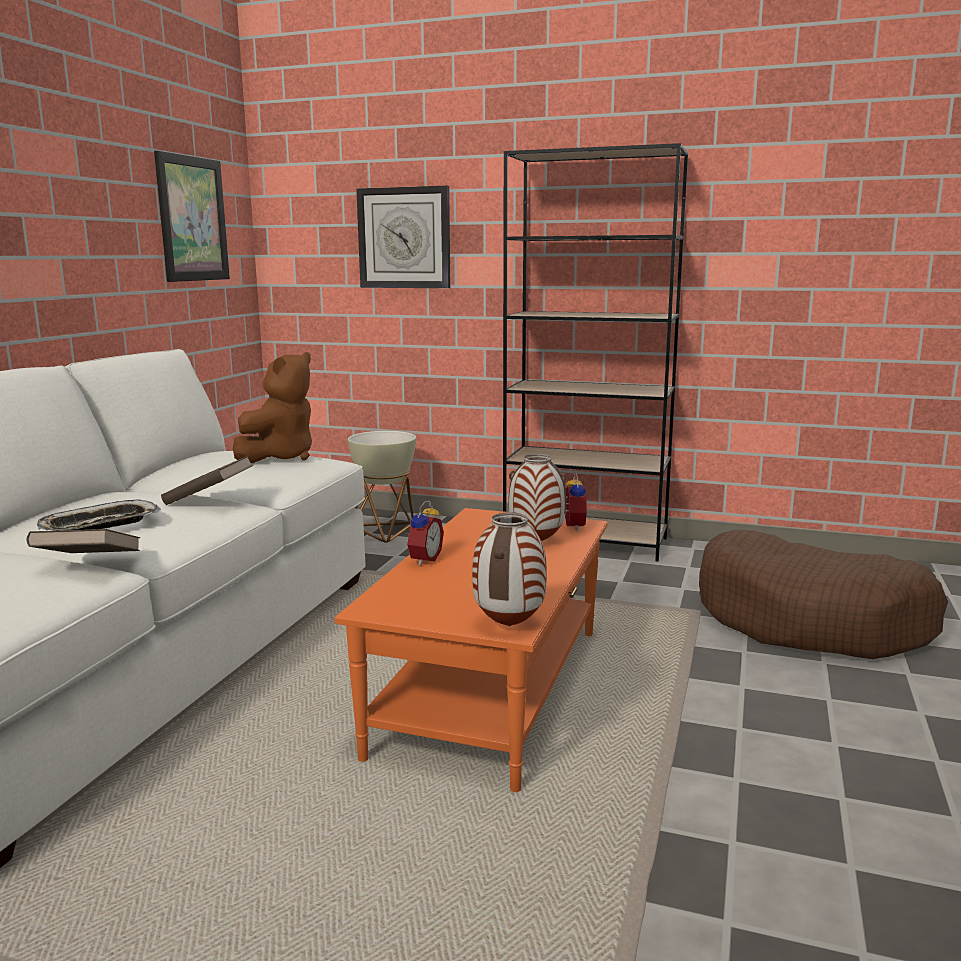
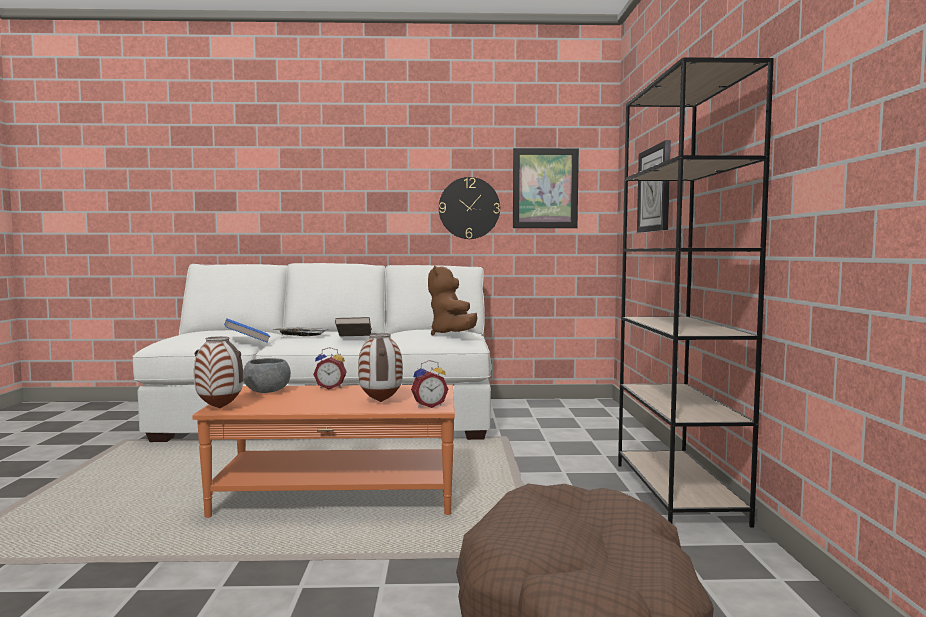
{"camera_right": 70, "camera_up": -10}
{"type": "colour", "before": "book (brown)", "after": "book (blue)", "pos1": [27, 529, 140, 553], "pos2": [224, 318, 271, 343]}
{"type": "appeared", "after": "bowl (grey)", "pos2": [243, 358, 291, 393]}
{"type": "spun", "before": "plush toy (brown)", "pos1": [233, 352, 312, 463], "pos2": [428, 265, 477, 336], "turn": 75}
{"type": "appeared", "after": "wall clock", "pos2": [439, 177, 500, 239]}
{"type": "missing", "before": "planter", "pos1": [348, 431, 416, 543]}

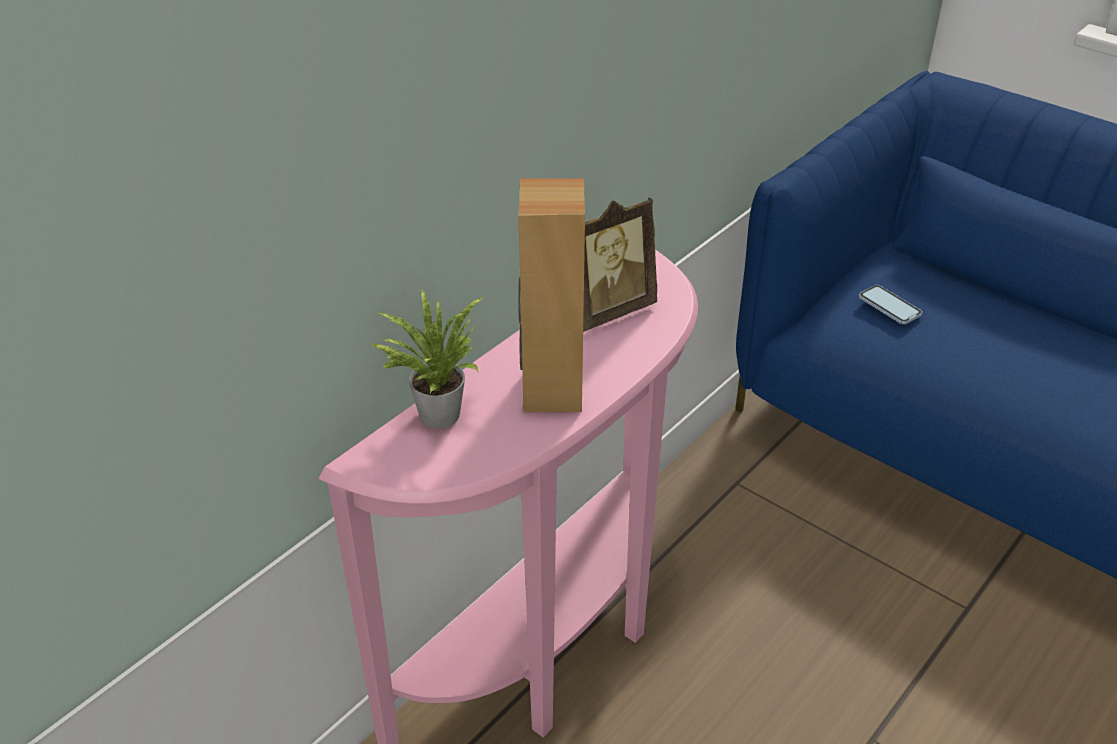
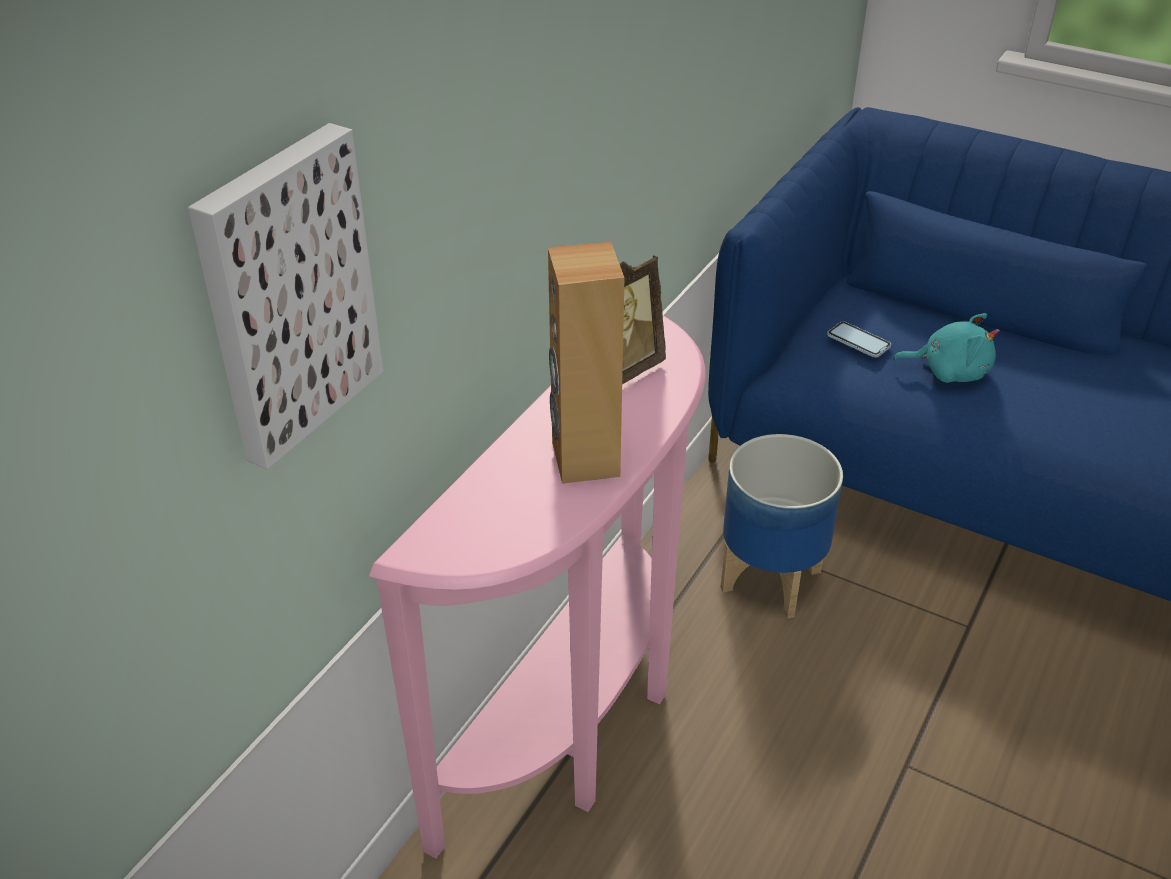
{"camera_right": -10, "camera_up": 0}
{"type": "appeared", "after": "picture", "pos2": [188, 123, 384, 470]}
{"type": "appeared", "after": "planter", "pos2": [721, 434, 843, 618]}
{"type": "appeared", "after": "plush toy (turquoise)", "pos2": [893, 313, 1000, 383]}
{"type": "missing", "before": "potted plant", "pos1": [369, 288, 485, 429]}

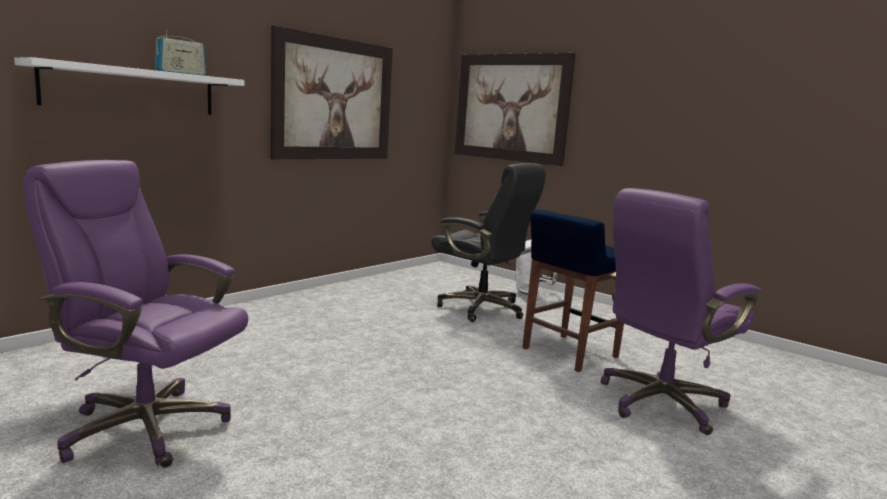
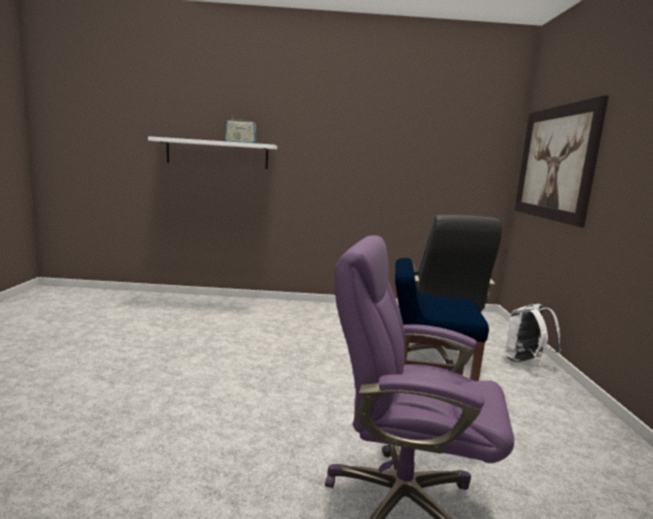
{"camera_right": 50, "camera_up": 0}
{"type": "missing", "before": "office chair (purple)", "pos1": [23, 160, 248, 468]}
{"type": "missing", "before": "picture", "pos1": [270, 26, 393, 159]}

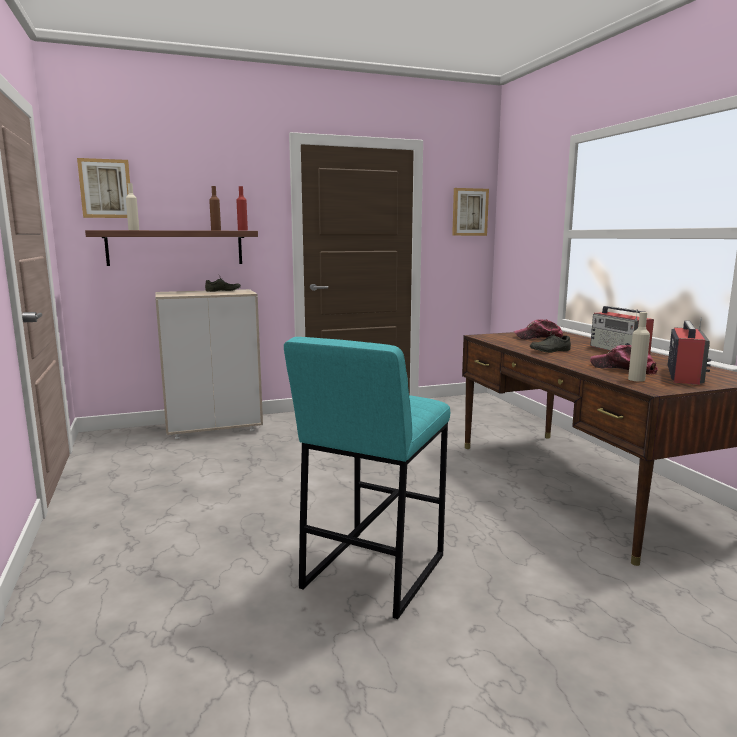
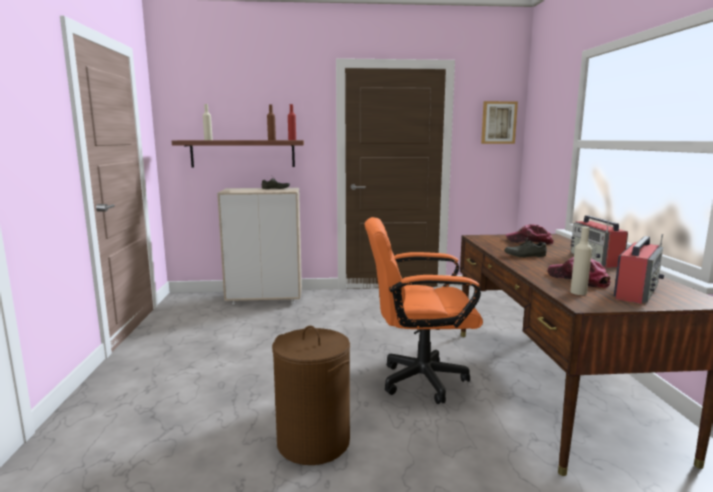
{"camera_right": 15, "camera_up": 0}
{"type": "exchanged", "before": "stool (turquoise)", "after": "laundry basket (brown)", "pos1": [284, 337, 450, 619], "pos2": [272, 326, 350, 465]}
{"type": "appeared", "after": "office chair (orange)", "pos2": [365, 217, 483, 404]}
{"type": "missing", "before": "picture", "pos1": [77, 158, 130, 218]}

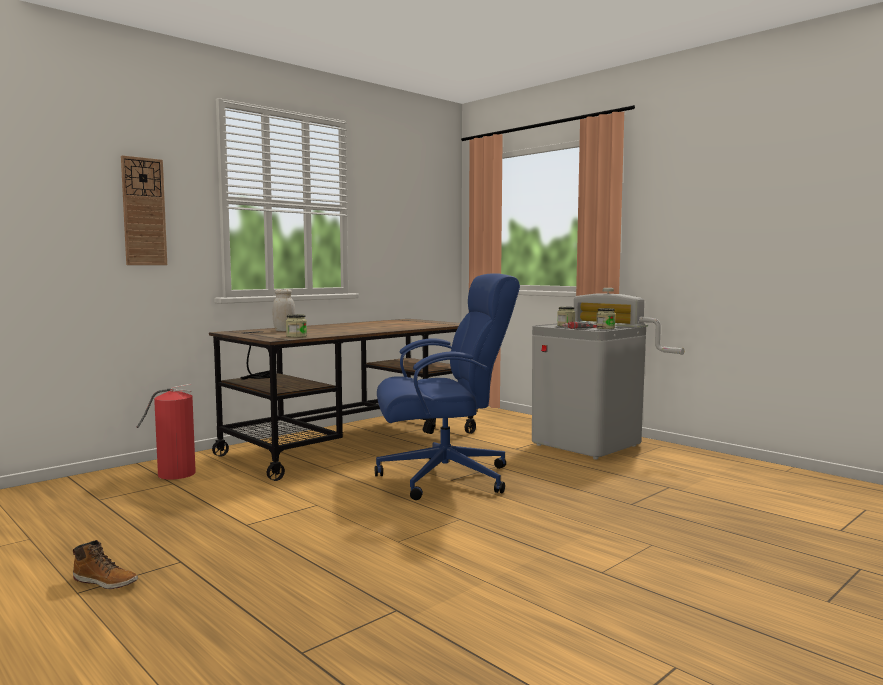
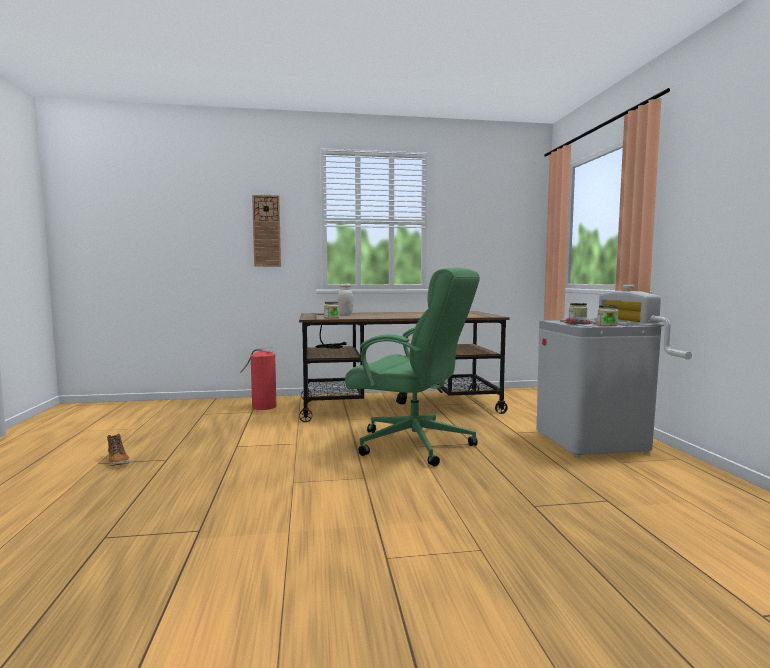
{"camera_right": 35, "camera_up": 0}
{"type": "colour", "before": "office chair (blue)", "after": "office chair (green)", "pos1": [375, 273, 520, 500], "pos2": [345, 268, 480, 466]}

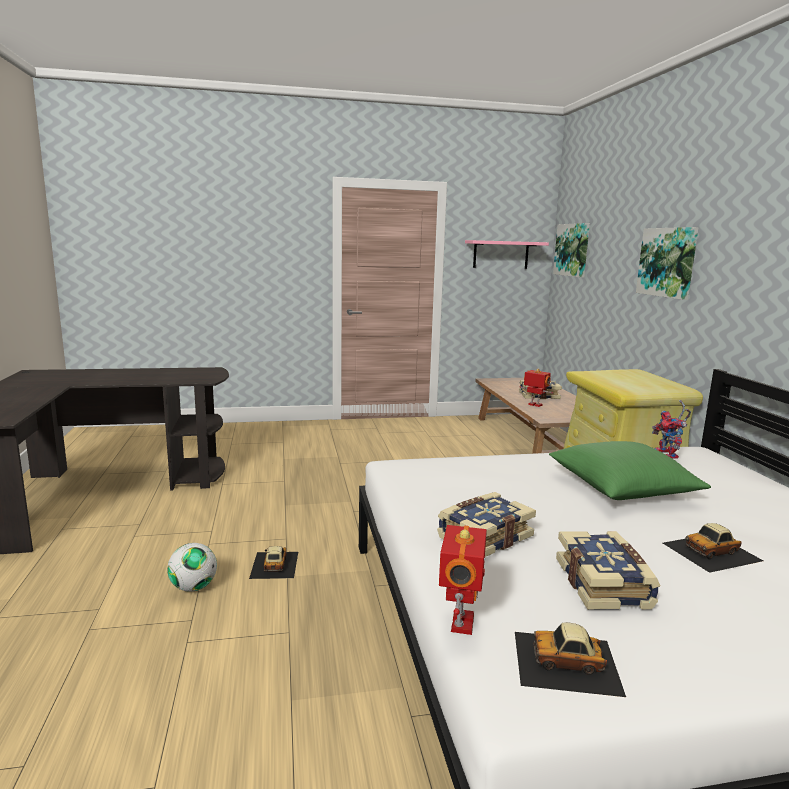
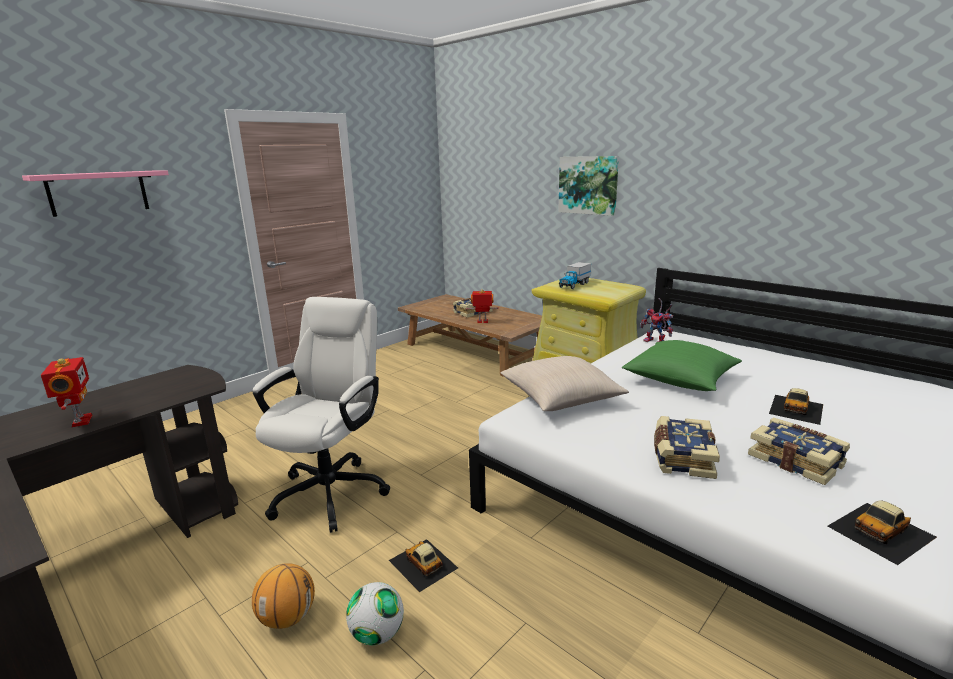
{"camera_right": -35, "camera_up": 5}
{"type": "relocated", "before": "shelf (pink)", "pos1": [465, 240, 549, 269], "pos2": [22, 170, 169, 217]}
{"type": "relocated", "before": "toy robot", "pos1": [439, 525, 487, 635], "pos2": [41, 357, 93, 427]}
{"type": "appeared", "after": "basketball", "pos2": [252, 563, 315, 629]}
{"type": "appeared", "after": "office chair (white)", "pos2": [253, 297, 390, 533]}
{"type": "appeared", "after": "pillow (beige)", "pos2": [500, 356, 629, 411]}
{"type": "appeared", "after": "toy truck", "pos2": [559, 262, 591, 289]}
{"type": "missing", "before": "picture", "pos1": [553, 223, 590, 278]}

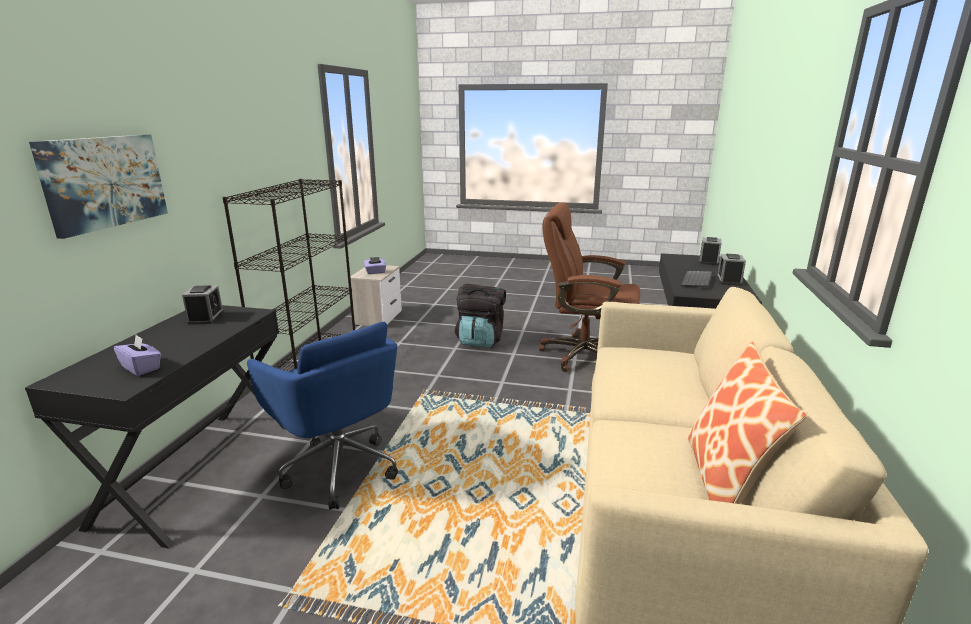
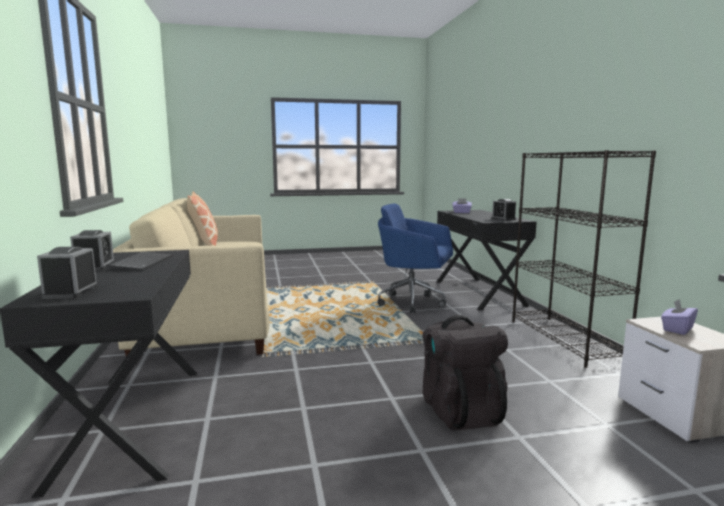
{"camera_right": 155, "camera_up": -10}
{"type": "missing", "before": "picture", "pos1": [29, 134, 168, 239]}
{"type": "missing", "before": "office chair (brown)", "pos1": [539, 203, 640, 372]}

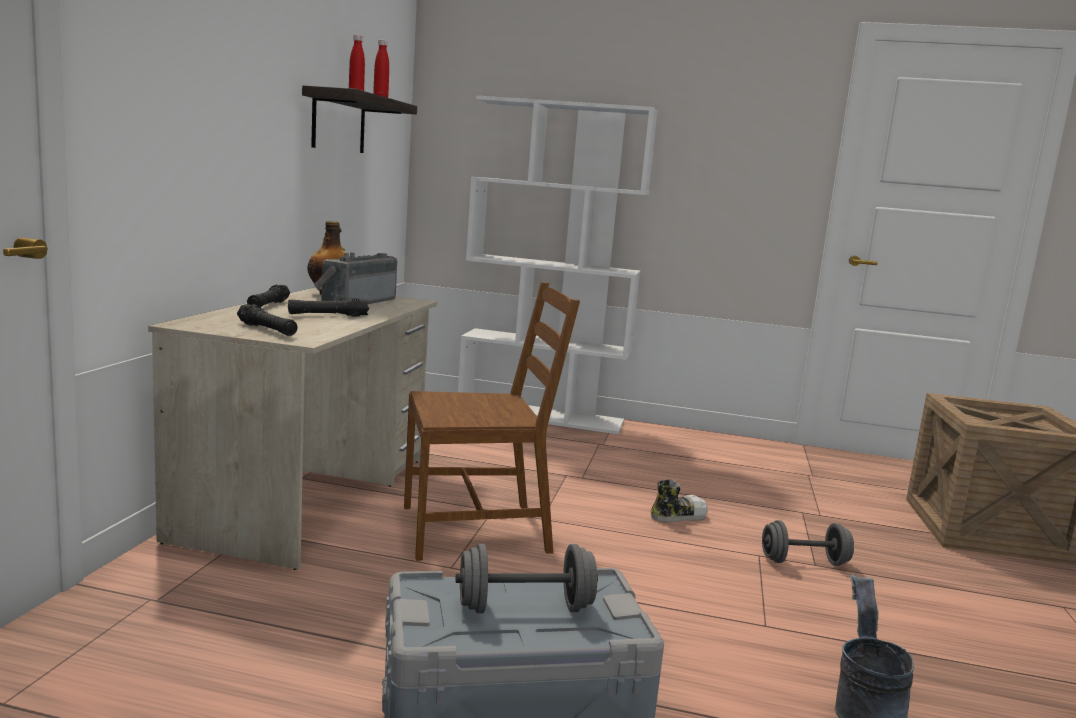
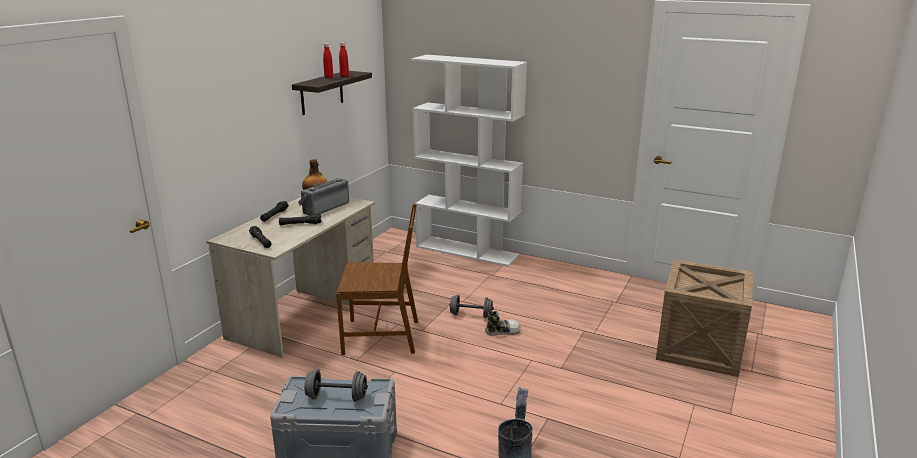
{"camera_right": 15, "camera_up": 10}
{"type": "relocated", "before": "dumbbell (grey)", "pos1": [762, 520, 854, 566], "pos2": [449, 295, 494, 318]}

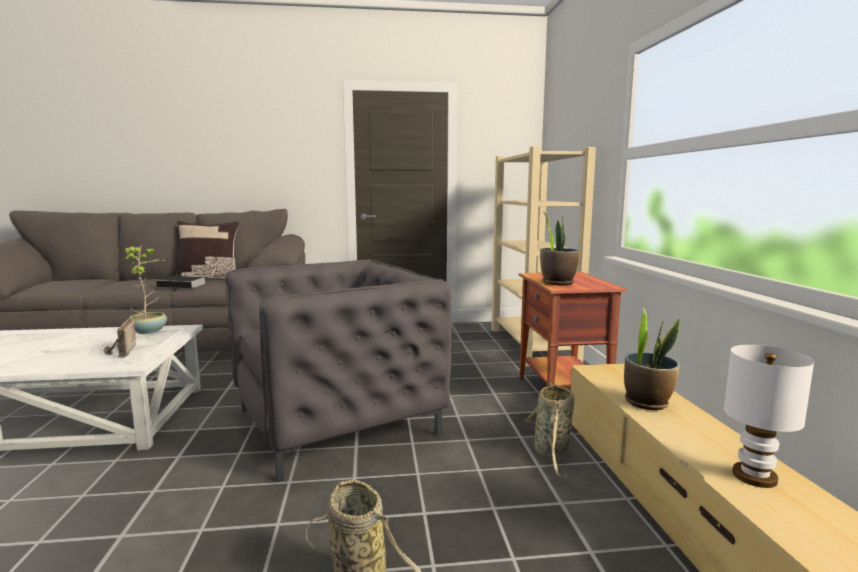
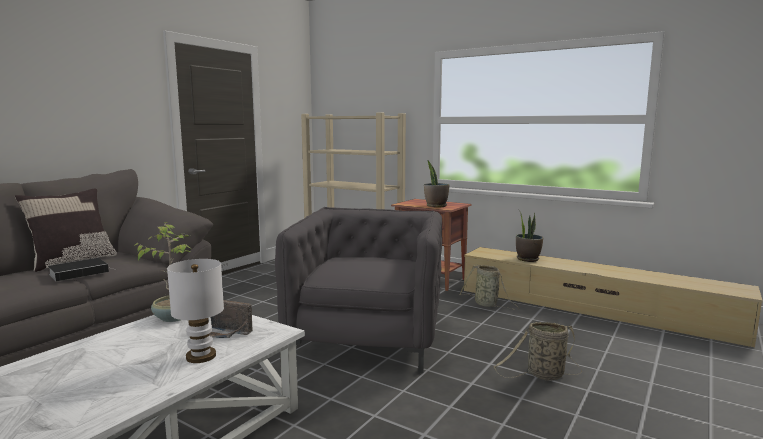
{"camera_right": -50, "camera_up": 0}
{"type": "relocated", "before": "table lamp (white)", "pos1": [724, 345, 814, 488], "pos2": [167, 259, 224, 363]}

